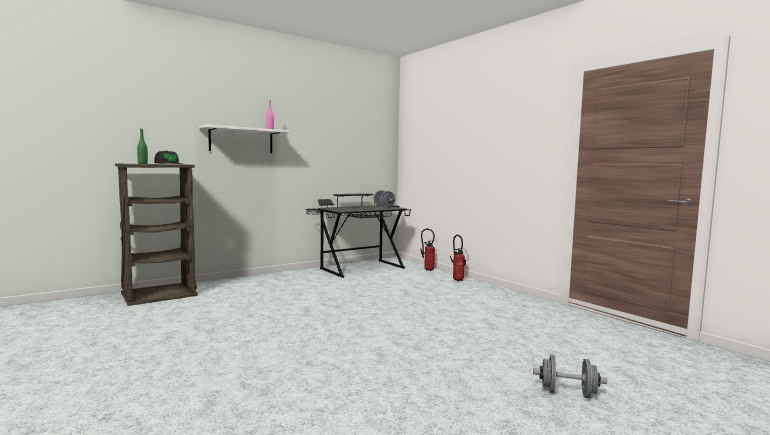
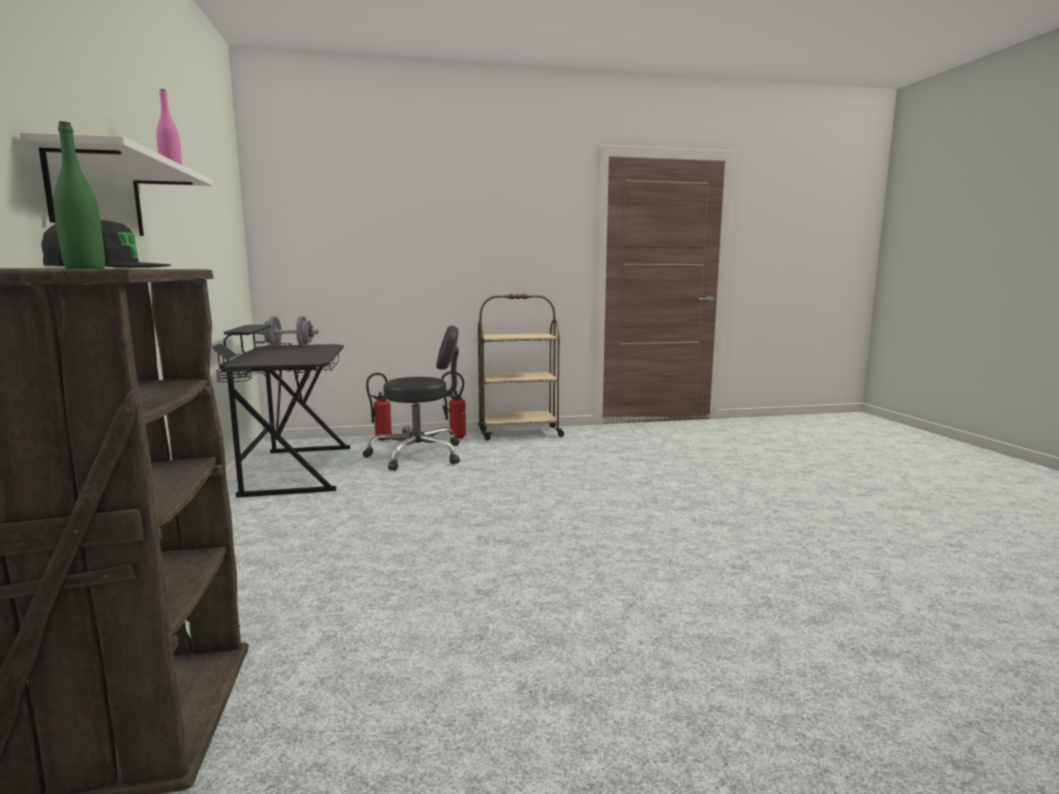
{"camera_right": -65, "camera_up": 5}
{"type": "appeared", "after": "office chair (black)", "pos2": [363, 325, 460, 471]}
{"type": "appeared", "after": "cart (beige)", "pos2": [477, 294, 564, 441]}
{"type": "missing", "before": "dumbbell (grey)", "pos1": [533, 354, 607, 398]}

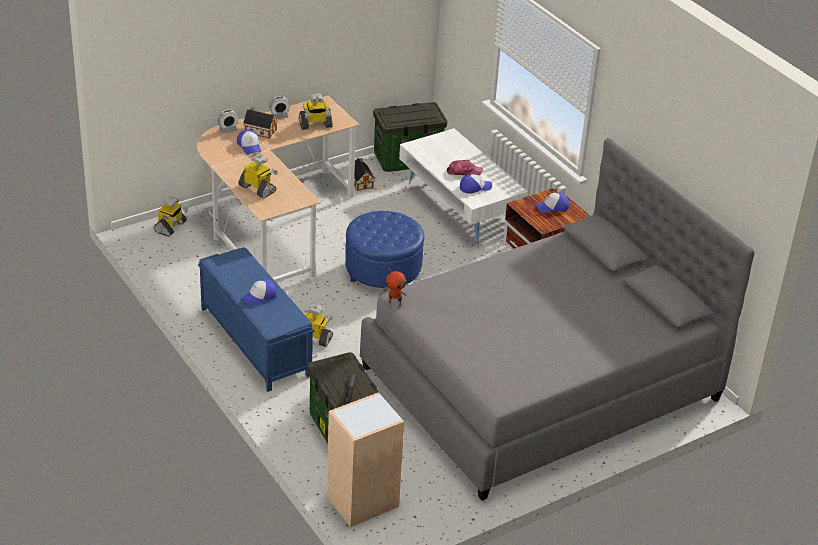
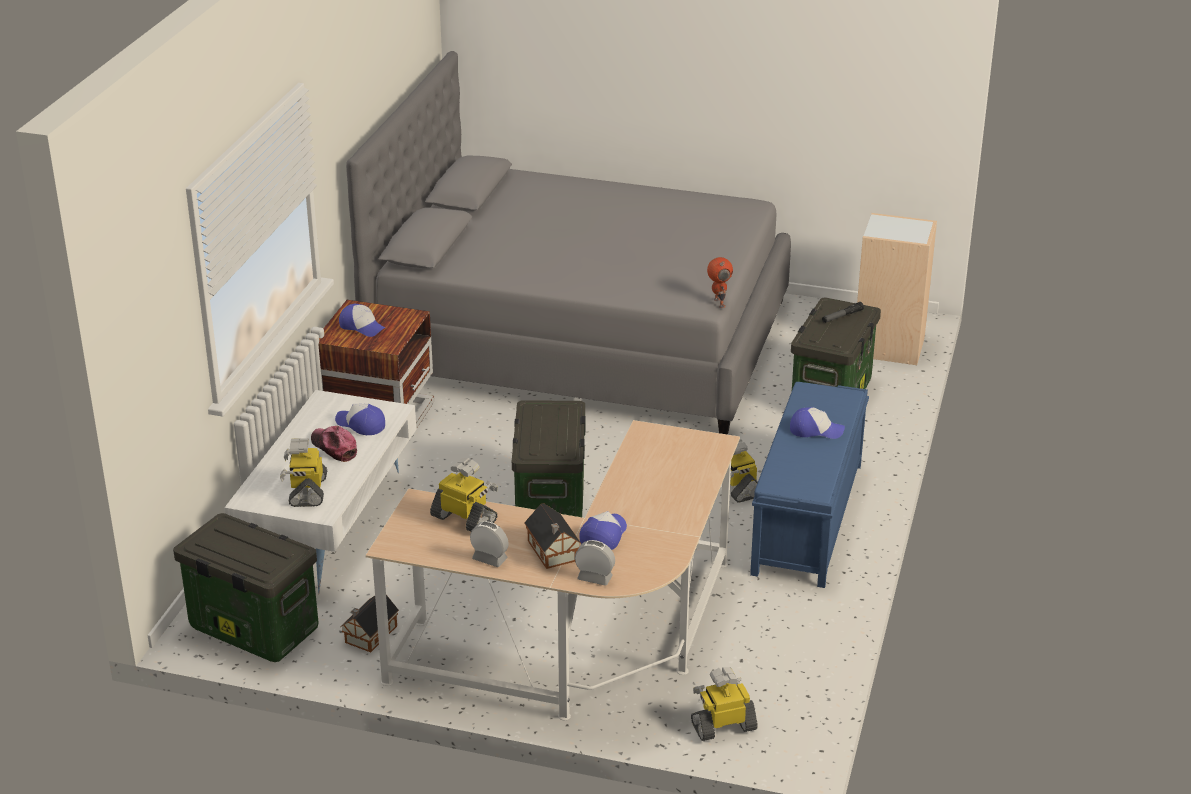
{"camera_right": -130, "camera_up": -5}
{"type": "relocated", "before": "toy robot", "pos1": [238, 154, 278, 198], "pos2": [280, 438, 327, 507]}
{"type": "exchanged", "before": "ottoman (blue)", "after": "storage box", "pos1": [345, 211, 424, 288], "pos2": [512, 400, 585, 517]}

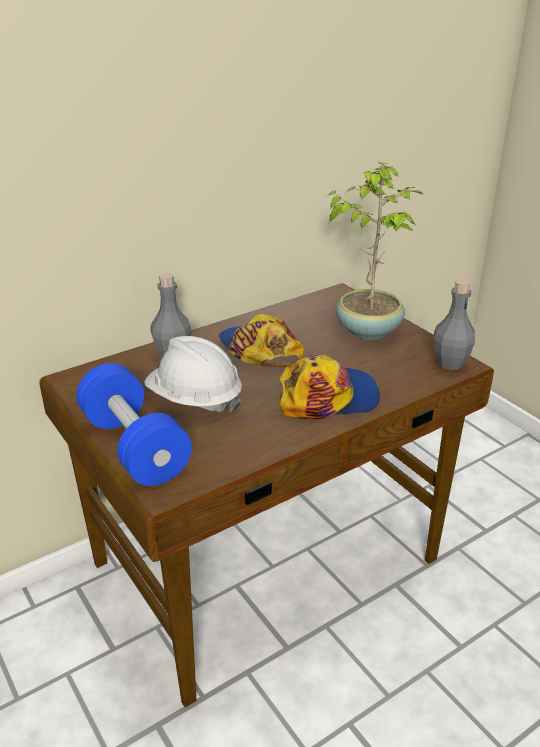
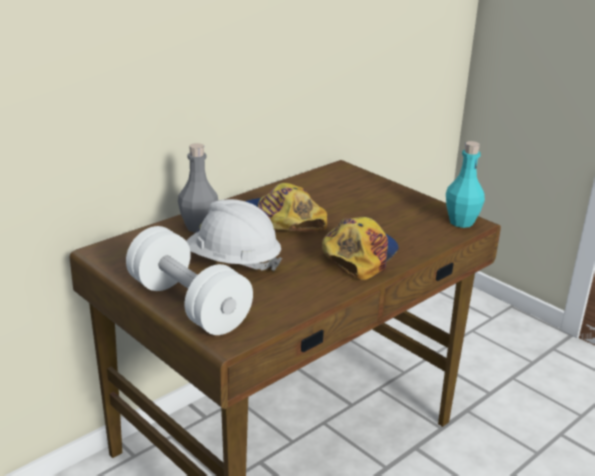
{"camera_right": -10, "camera_up": -5}
{"type": "colour", "before": "dumbbell (blue)", "after": "dumbbell (white)", "pos1": [76, 363, 192, 486], "pos2": [126, 226, 253, 335]}
{"type": "spun", "before": "cap", "pos1": [279, 354, 380, 420], "pos2": [322, 217, 399, 280], "turn": -45}
{"type": "colour", "before": "bottle (grey)", "after": "bottle (turquoise)", "pos1": [434, 279, 475, 370], "pos2": [446, 141, 485, 228]}
{"type": "missing", "before": "potted plant", "pos1": [327, 162, 424, 340]}

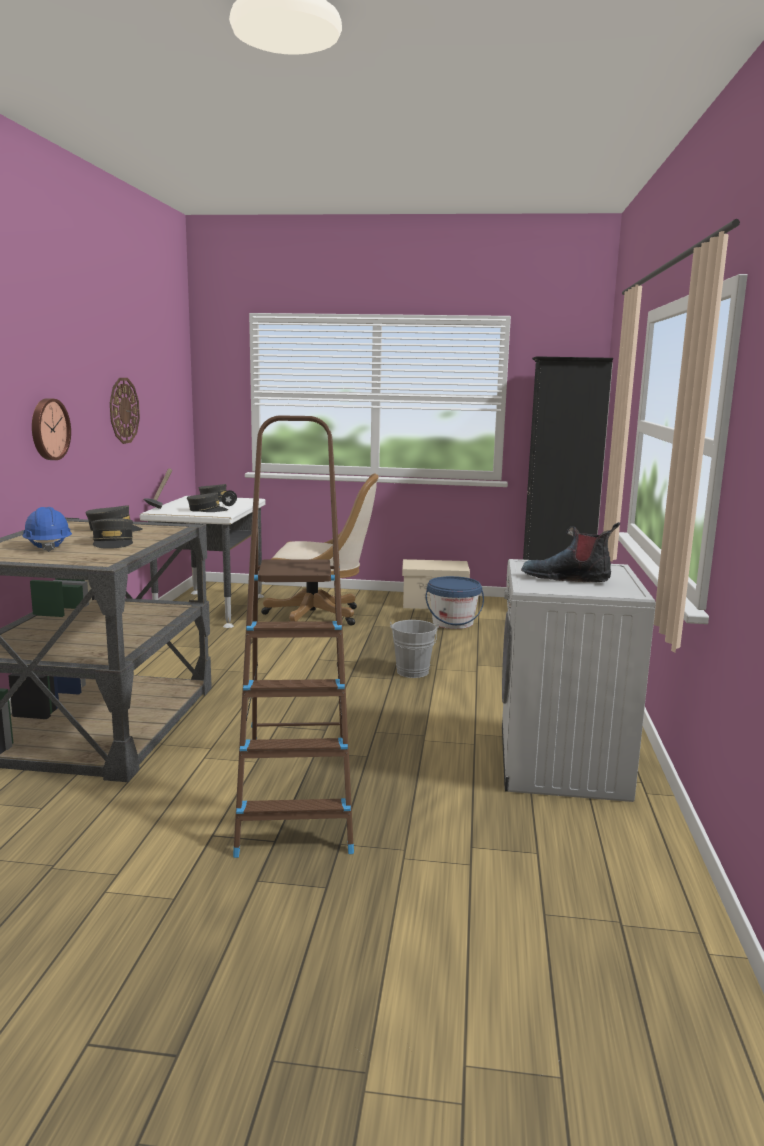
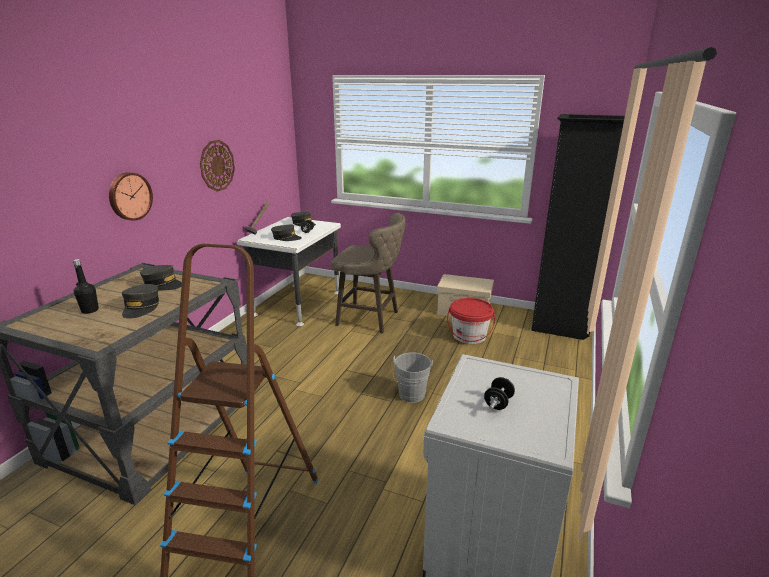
{"camera_right": 15, "camera_up": 10}
{"type": "exchanged", "before": "hard hat (blue)", "after": "bottle (black)", "pos1": [22, 507, 72, 552], "pos2": [73, 259, 99, 314]}
{"type": "exchanged", "before": "office chair", "after": "stool (beige)", "pos1": [261, 473, 379, 626], "pos2": [331, 213, 405, 333]}
{"type": "colour", "before": "bucket (blue)", "after": "bucket (red)", "pos1": [426, 576, 484, 629], "pos2": [447, 298, 495, 344]}
{"type": "exchanged", "before": "boot", "after": "dumbbell (black)", "pos1": [521, 522, 620, 582], "pos2": [484, 377, 515, 410]}

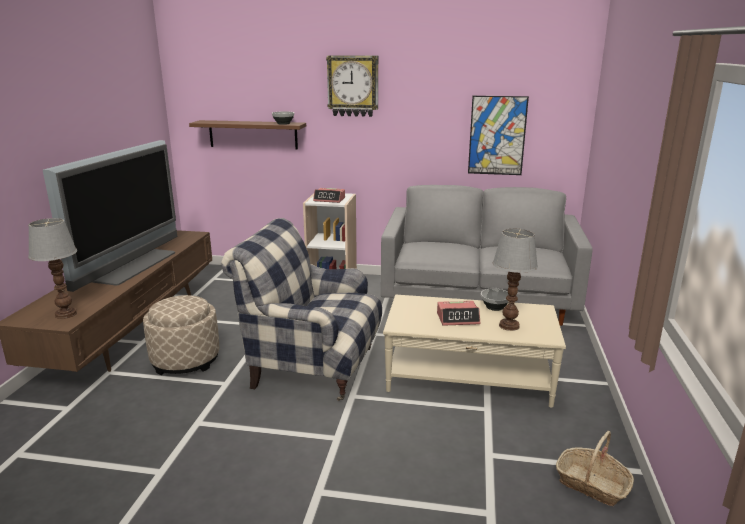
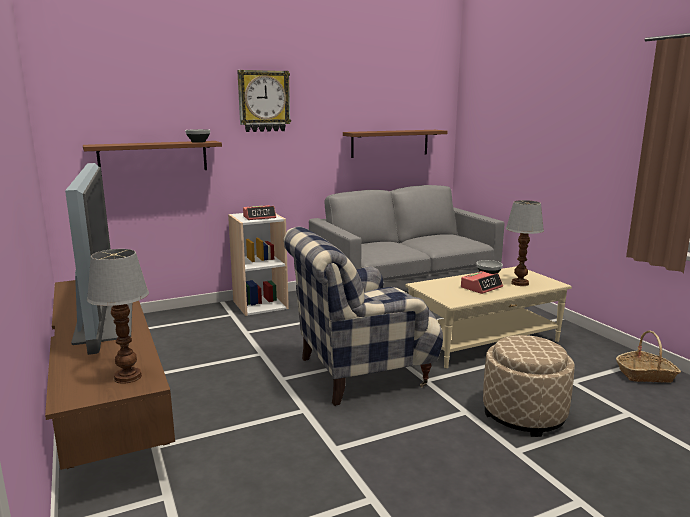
{"camera_right": -35, "camera_up": -5}
{"type": "exchanged", "before": "picture", "after": "shelf (brown)", "pos1": [468, 96, 529, 175], "pos2": [343, 130, 447, 158]}
{"type": "relocated", "before": "ottoman (beige)", "pos1": [143, 295, 219, 375], "pos2": [483, 335, 575, 437]}

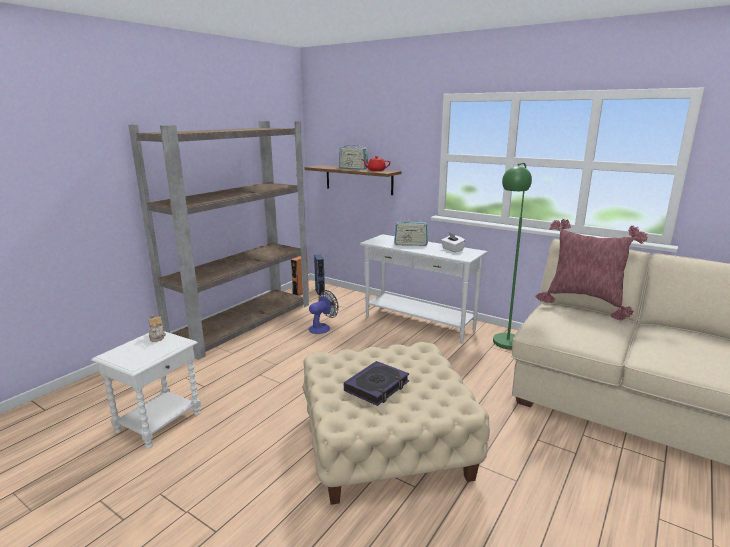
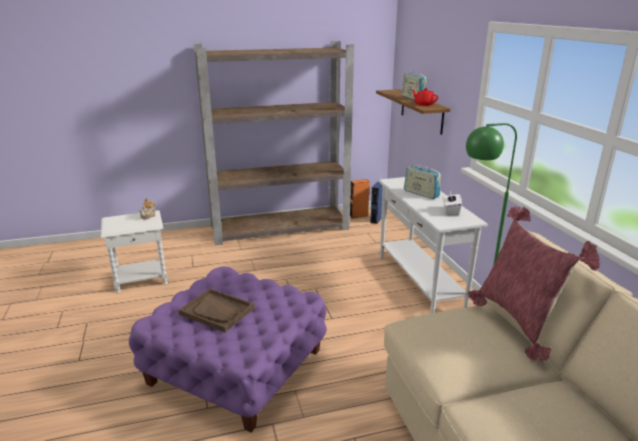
{"camera_right": 40, "camera_up": 5}
{"type": "colour", "before": "ottoman (beige)", "after": "ottoman (purple)", "pos1": [303, 342, 490, 505], "pos2": [129, 267, 327, 432]}
{"type": "exchanged", "before": "book", "after": "tray (brown)", "pos1": [344, 361, 409, 406], "pos2": [179, 288, 254, 332]}
{"type": "missing", "before": "fan", "pos1": [308, 290, 339, 334]}

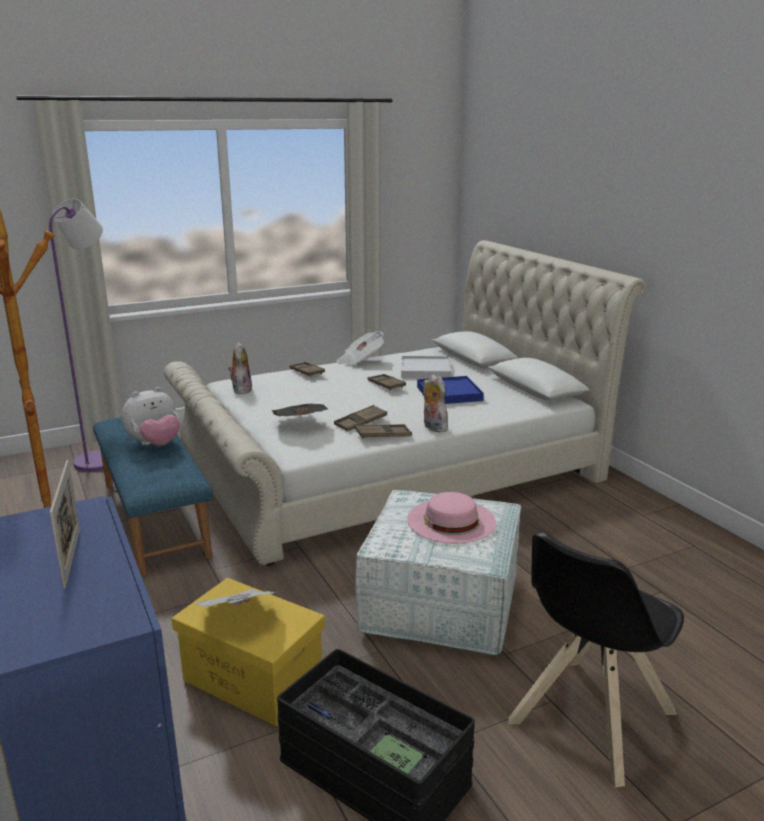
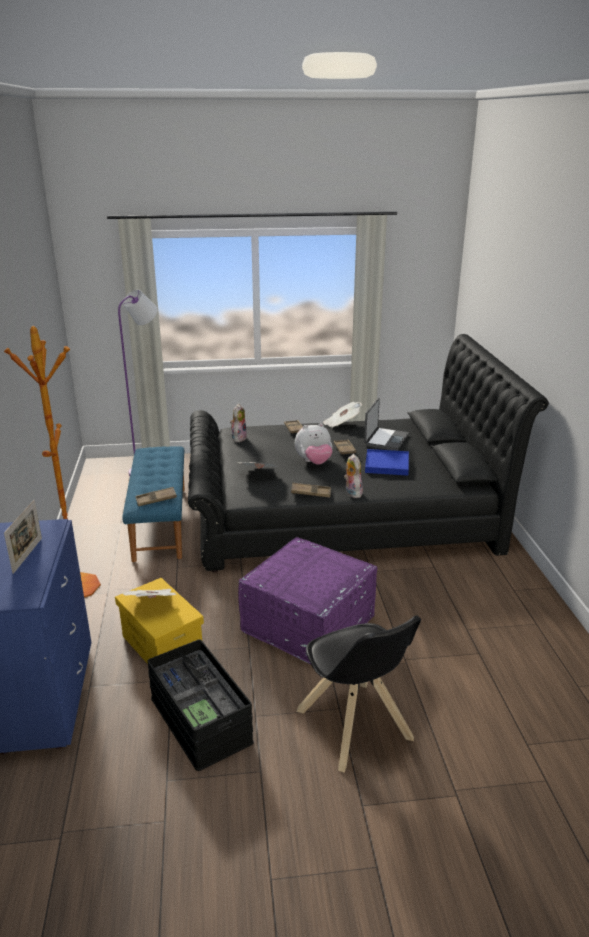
{"camera_right": 20, "camera_up": 5}
{"type": "relocated", "before": "tray (brown)", "pos1": [334, 405, 387, 431], "pos2": [135, 487, 177, 506]}
{"type": "colour", "before": "bed (beige)", "after": "bed (black)", "pos1": [164, 240, 646, 566], "pos2": [188, 334, 549, 573]}
{"type": "colour", "before": "ottoman (white)", "after": "ottoman (purple)", "pos1": [355, 490, 521, 655], "pos2": [238, 537, 378, 664]}
{"type": "relocated", "before": "plush toy", "pos1": [122, 387, 180, 446], "pos2": [295, 423, 333, 465]}
{"type": "spun", "before": "chair (black)", "pos1": [508, 532, 684, 787], "pos2": [297, 616, 421, 773], "turn": -90}
{"type": "exchanged", "before": "tray (white)", "after": "laptop", "pos1": [401, 356, 452, 379], "pos2": [364, 398, 409, 451]}
{"type": "missing", "before": "hat (pink)", "pos1": [407, 492, 496, 543]}

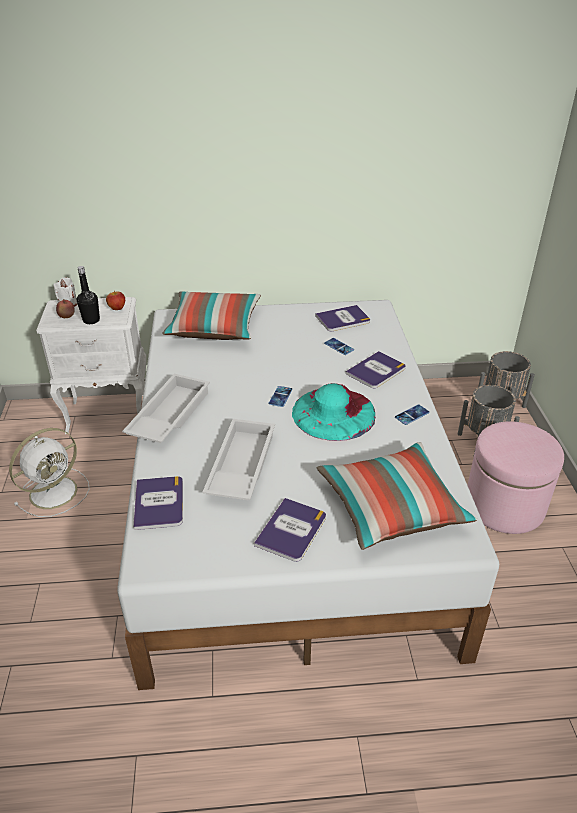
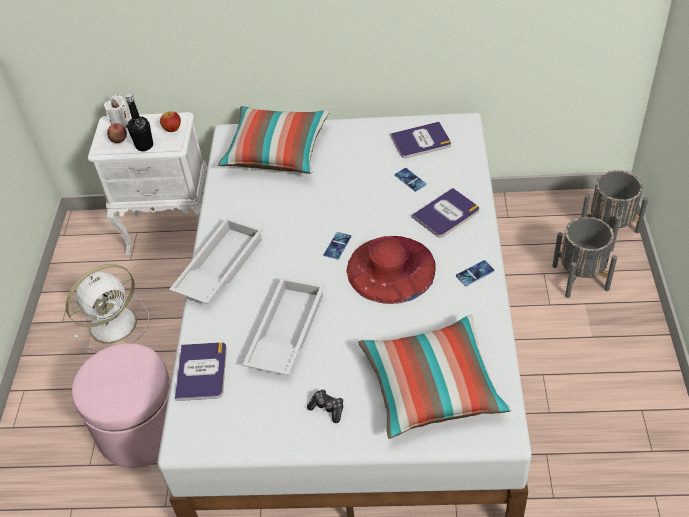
{"camera_right": 10, "camera_up": 10}
{"type": "relocated", "before": "ottoman (pink)", "pos1": [467, 421, 564, 534], "pos2": [72, 343, 171, 468]}
{"type": "exchanged", "before": "book", "after": "game controller", "pos1": [254, 498, 326, 562], "pos2": [307, 389, 343, 423]}
{"type": "colour", "before": "hat (turquoise)", "after": "hat (red)", "pos1": [292, 383, 375, 441], "pos2": [346, 236, 436, 304]}

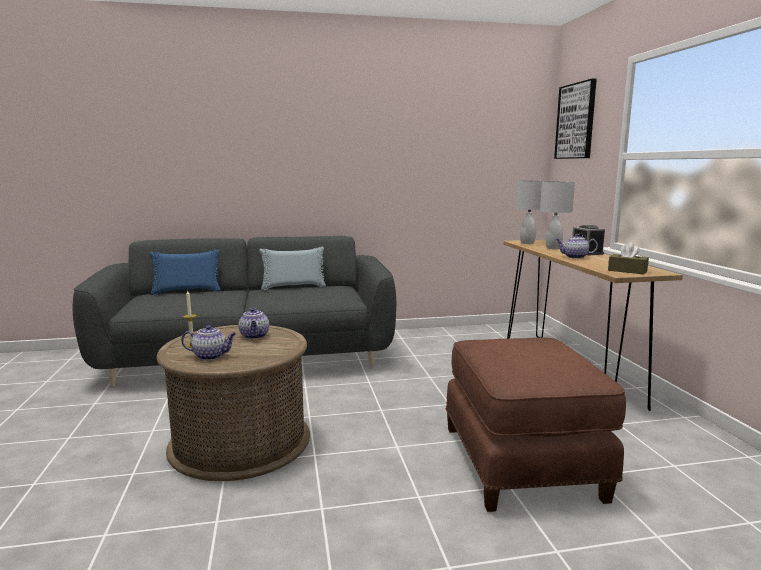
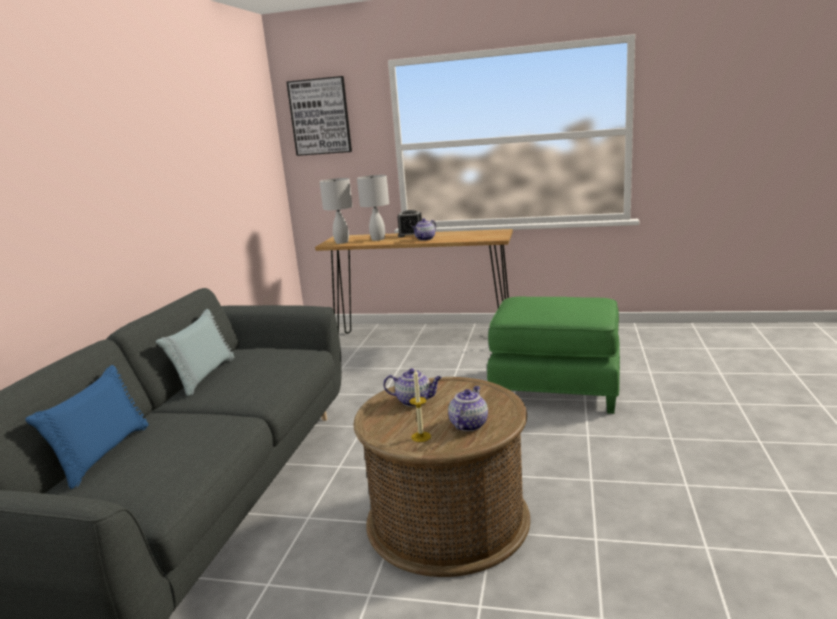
{"camera_right": -65, "camera_up": 5}
{"type": "colour", "before": "ottoman (brown)", "after": "ottoman (green)", "pos1": [446, 337, 626, 512], "pos2": [487, 297, 620, 414]}
{"type": "missing", "before": "tissue box (brown)", "pos1": [608, 243, 649, 274]}

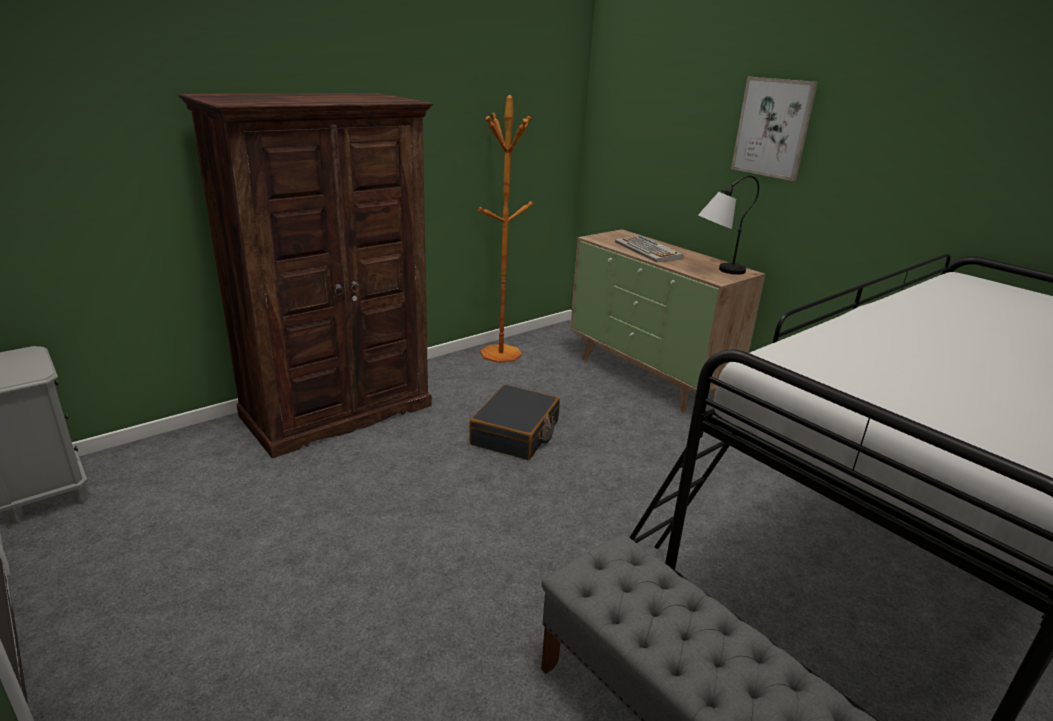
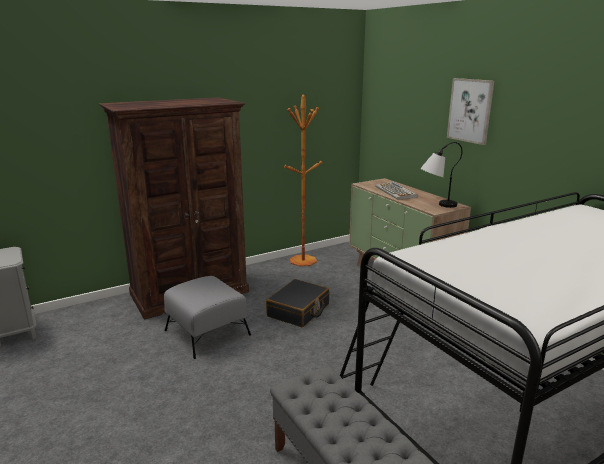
{"camera_right": 10, "camera_up": -5}
{"type": "appeared", "after": "ottoman (grey)", "pos2": [164, 276, 251, 359]}

